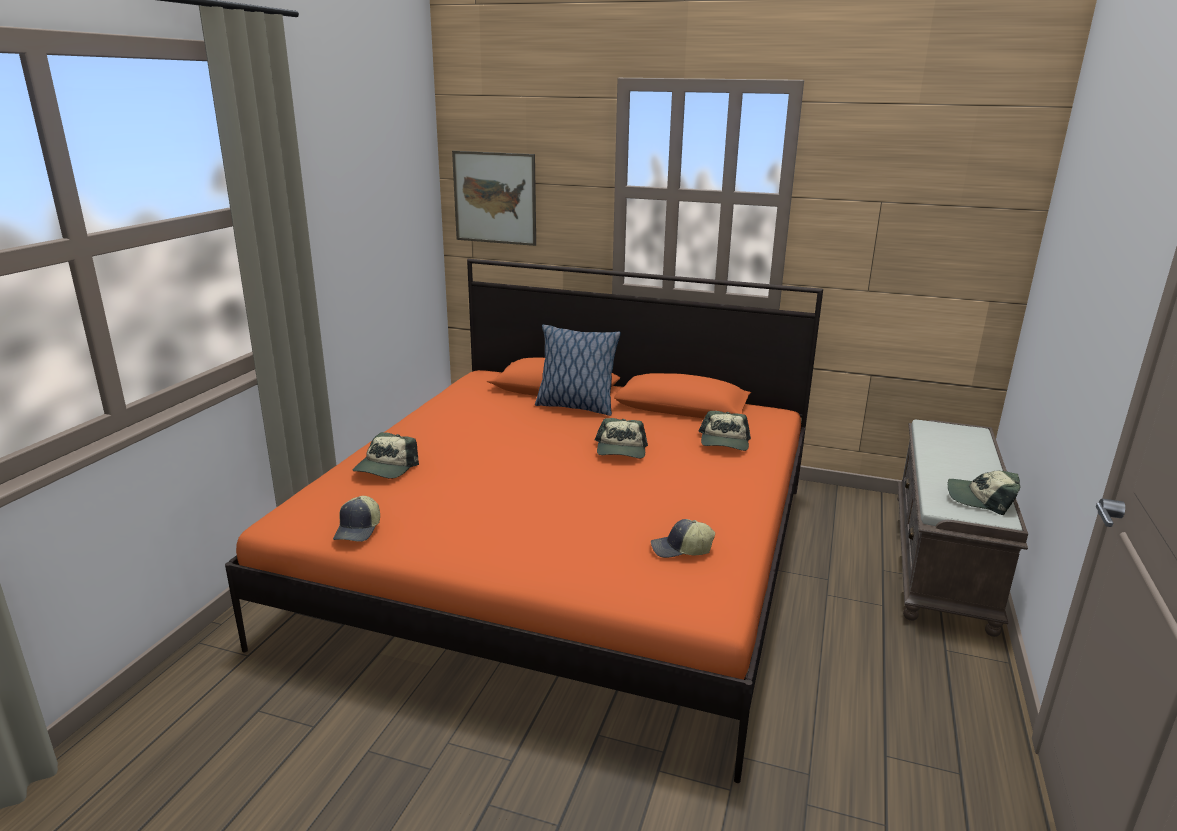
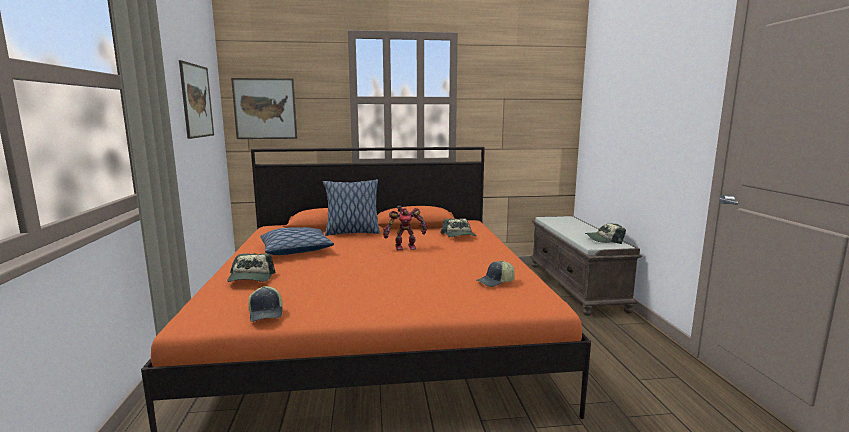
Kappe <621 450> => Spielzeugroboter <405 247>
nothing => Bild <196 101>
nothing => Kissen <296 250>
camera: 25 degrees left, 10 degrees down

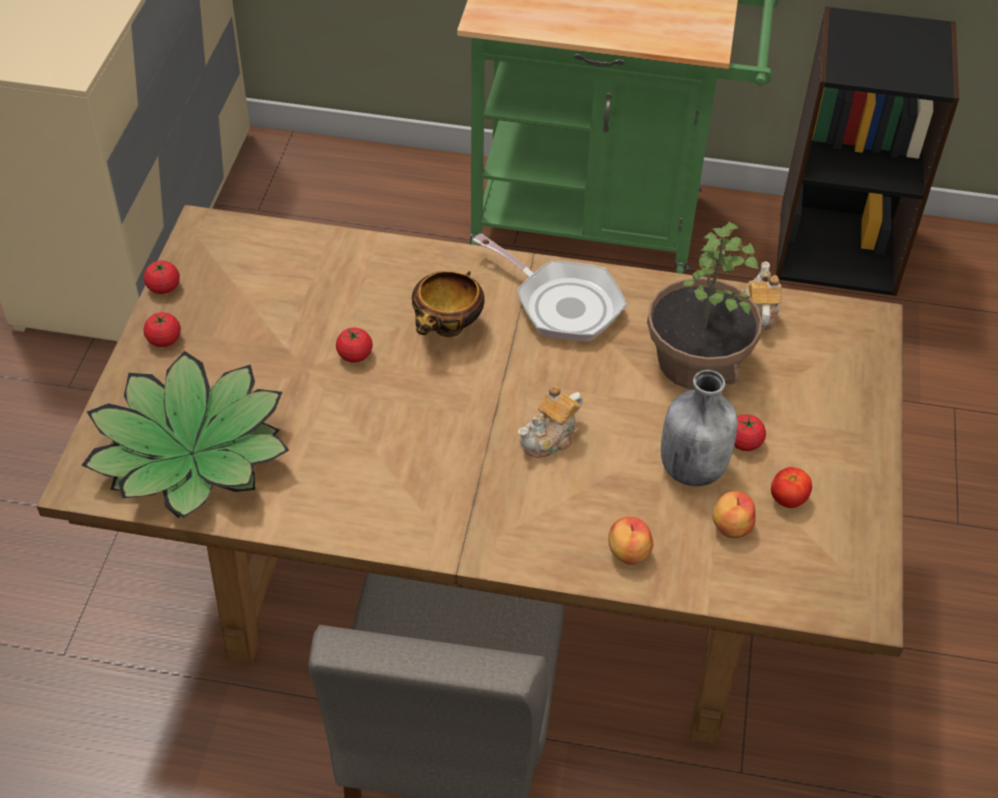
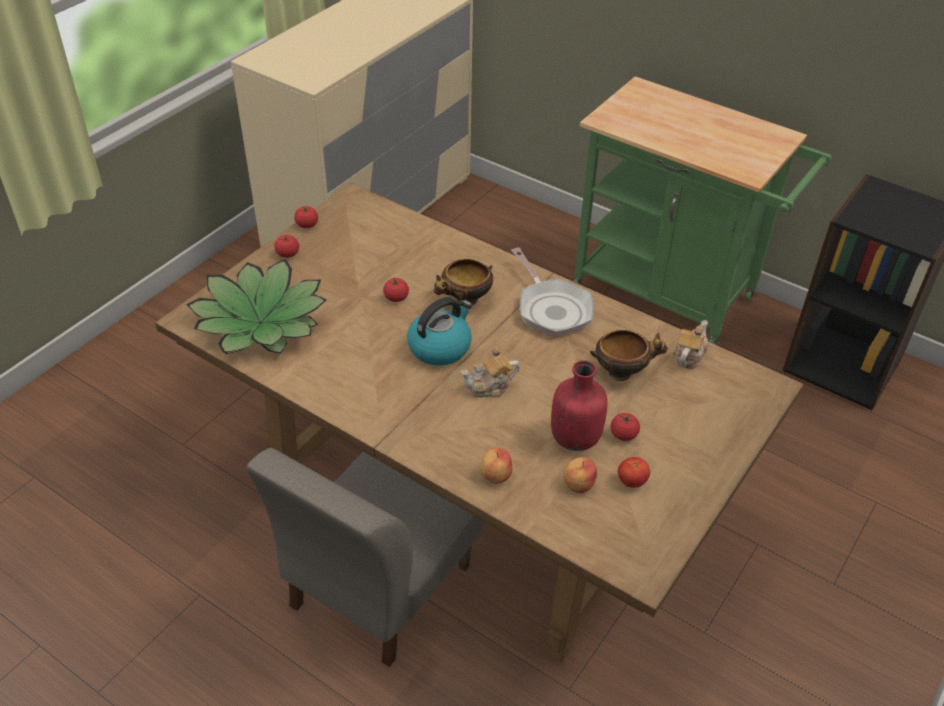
Topfpflanze <696 361> => Schüssel <622 372>
Flasche (grau) <692 467> => Flasche (rot) <575 438>
nothing => Wasserkessel <440 347>
camera: 25 degrees right, 5 degrees down

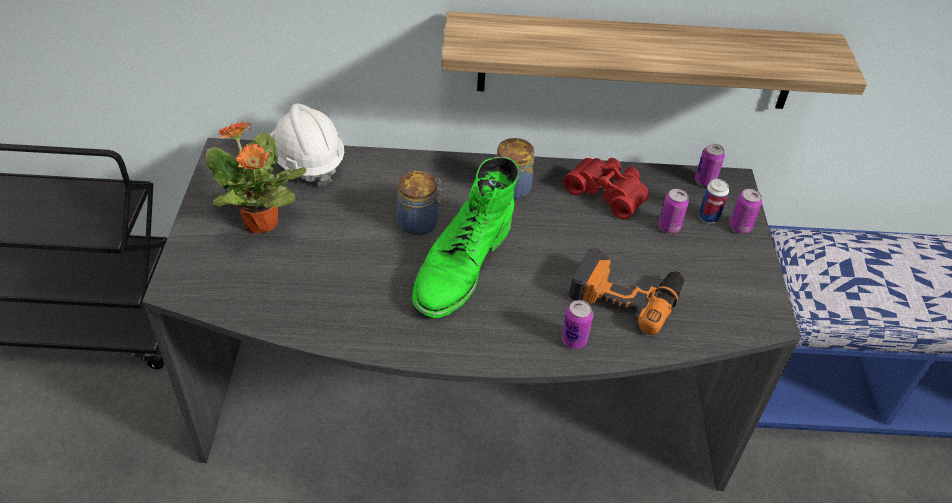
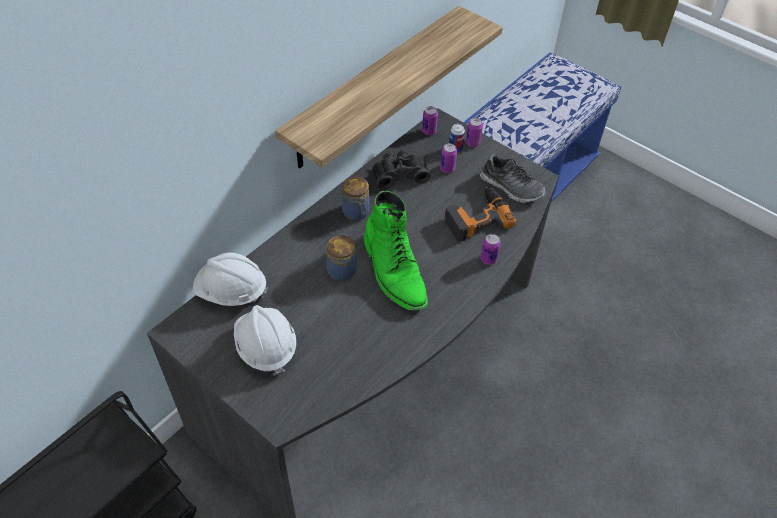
Topfpflanze <261 223> => Schutzhelm (weiß) <266 347>
Fernglas (rot) <608 192> => Fernglas (schwarz) <399 174>
nothing => Schuh <511 187>
camera: 50 degrees left, 5 degrees up

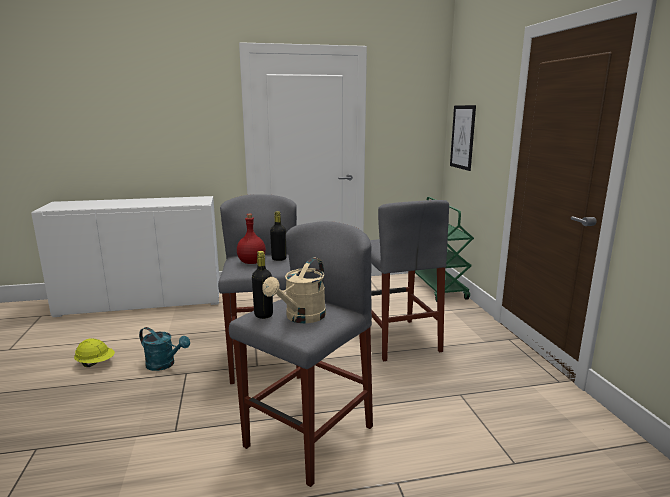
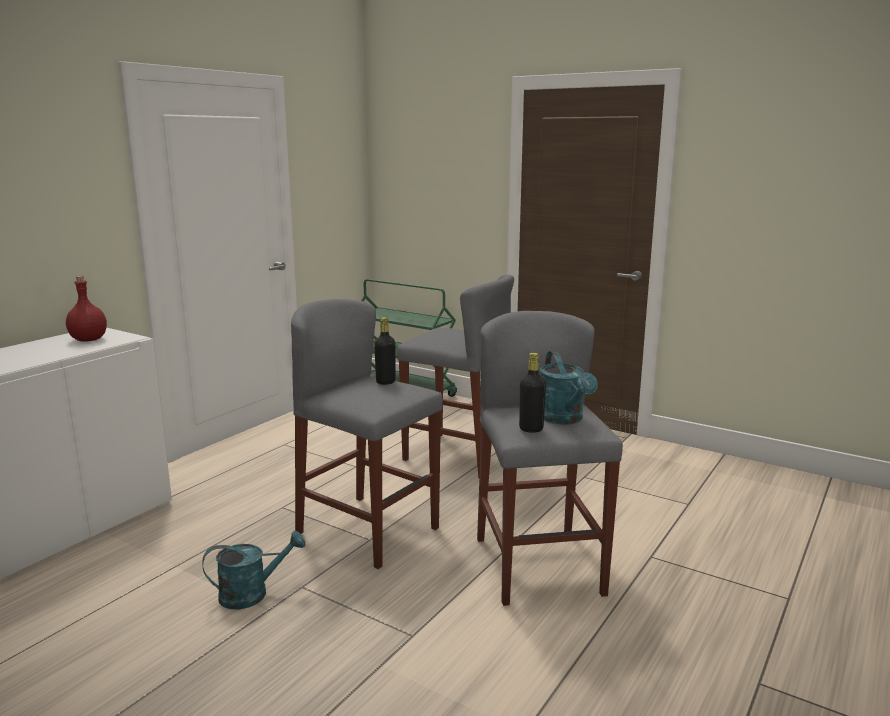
Schutzhelm (gelb) <96 363> => nothing
Flasche (rot) <252 262> => Flasche (rot) <89 339>, move
Gießkanne (beige) <301 318> => Gießkanne (türkis) <564 419>
Bild <462 137> => nothing
camera: 45 degrees left, 0 degrees up

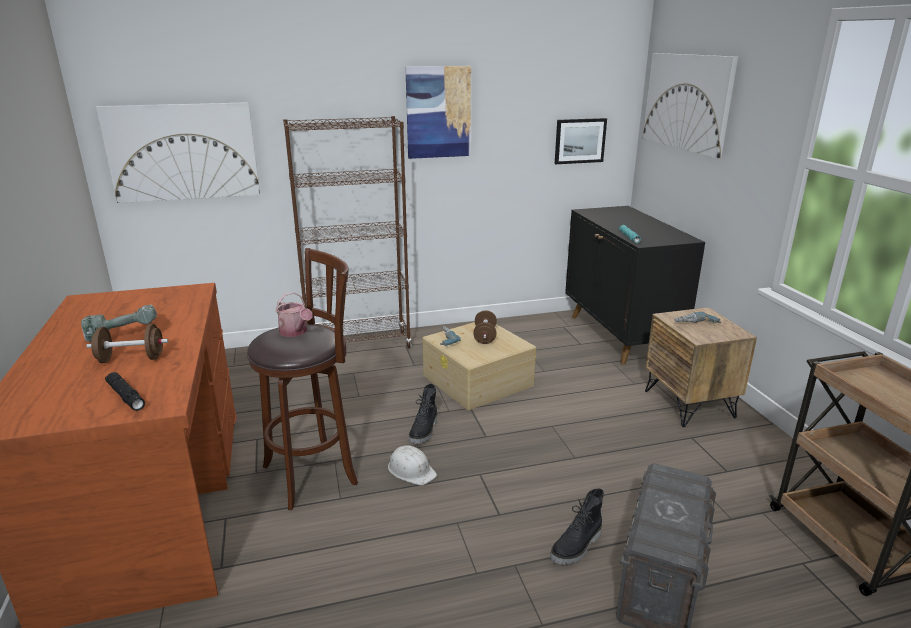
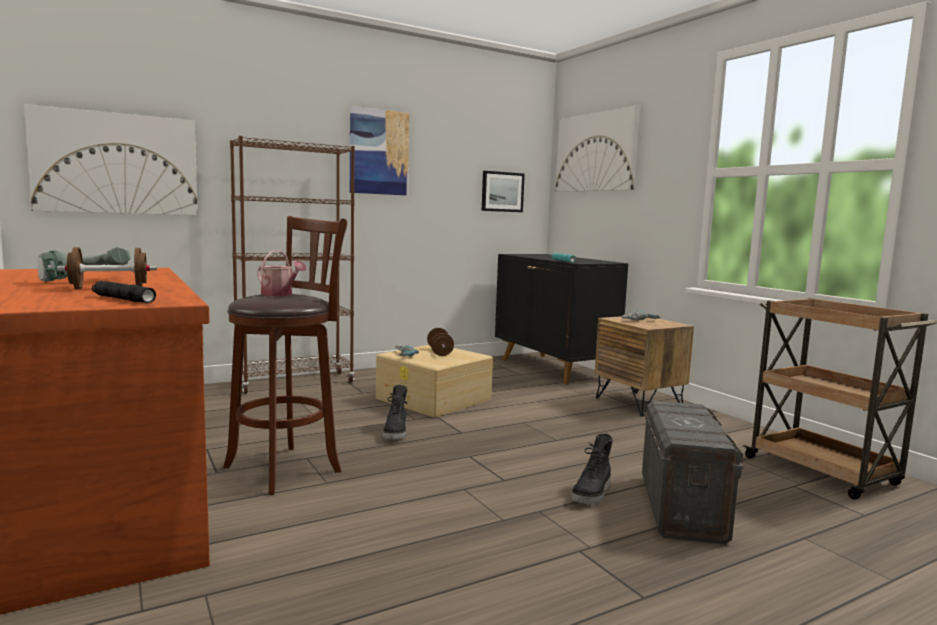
Schutzhelm (weiß) <411 470> => nothing
camera: 15 degrees left, 15 degrees down

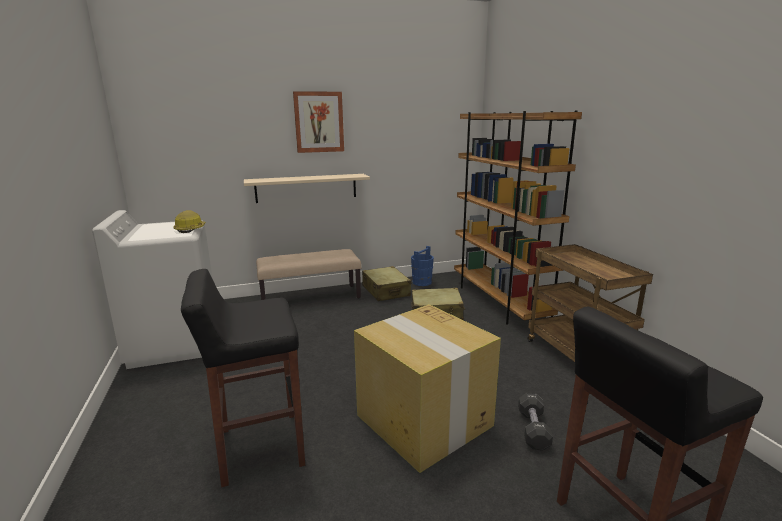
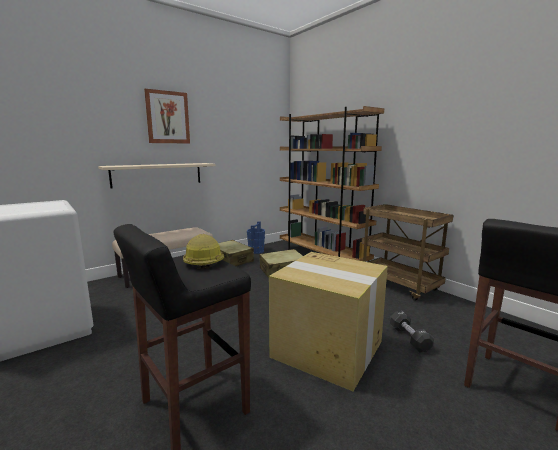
Schutzhelm <190 229> => Schutzhelm <203 261>, move
camera: 20 degrees left, 5 degrees down

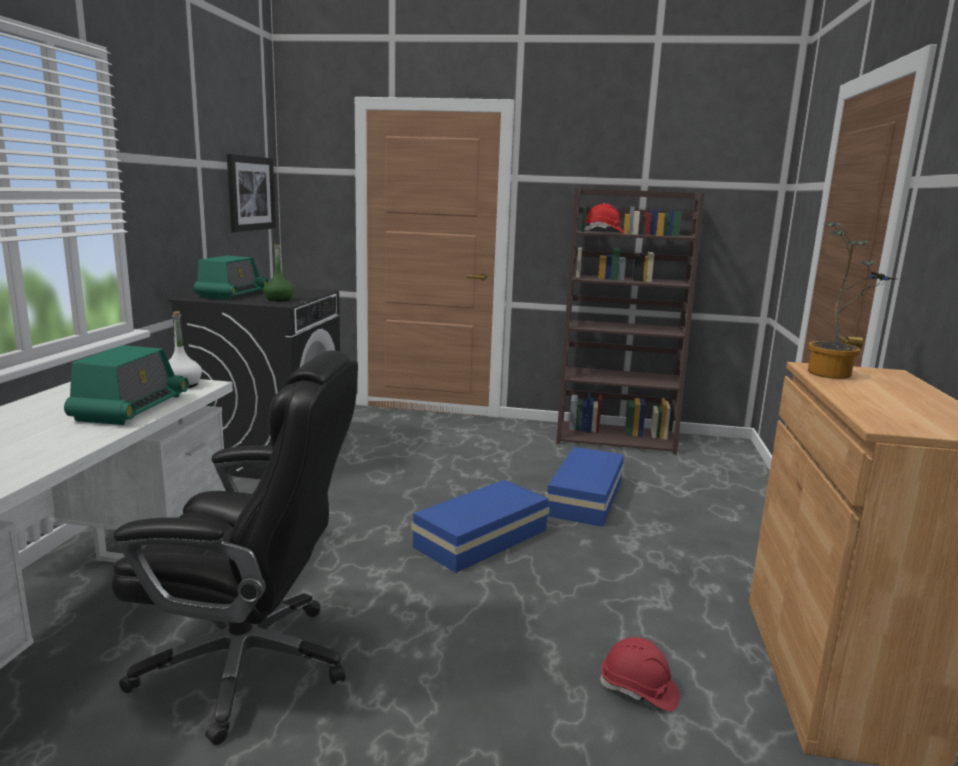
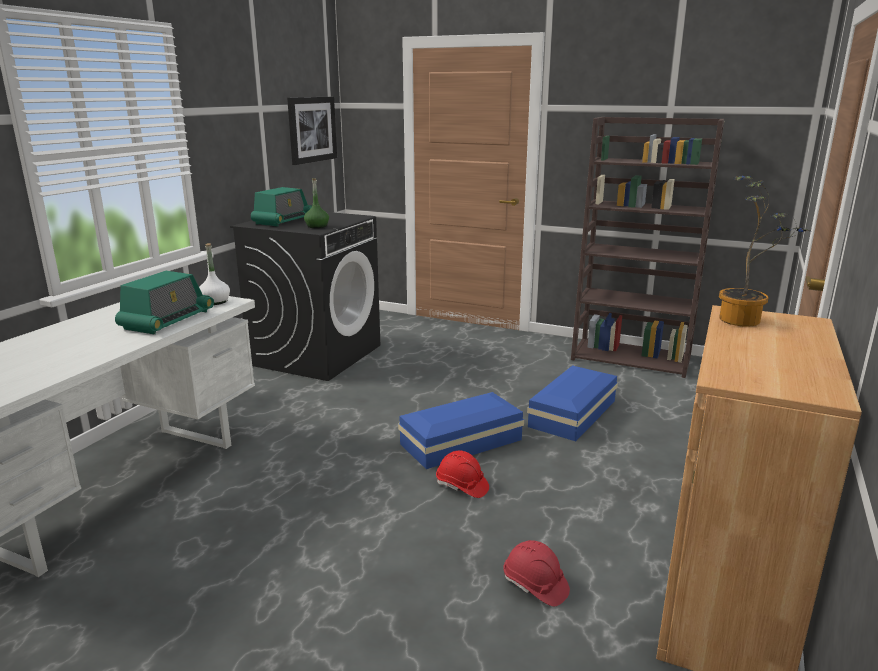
Bürostuhl (schwarz) <249 664> => nothing
Schutzhelm (rot) <604 232> => Schutzhelm (rot) <462 486>, move
camera: 15 degrees right, 5 degrees up

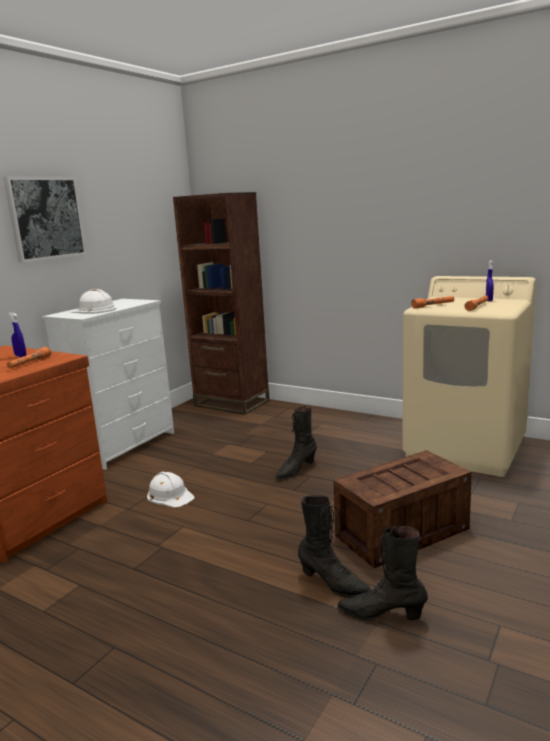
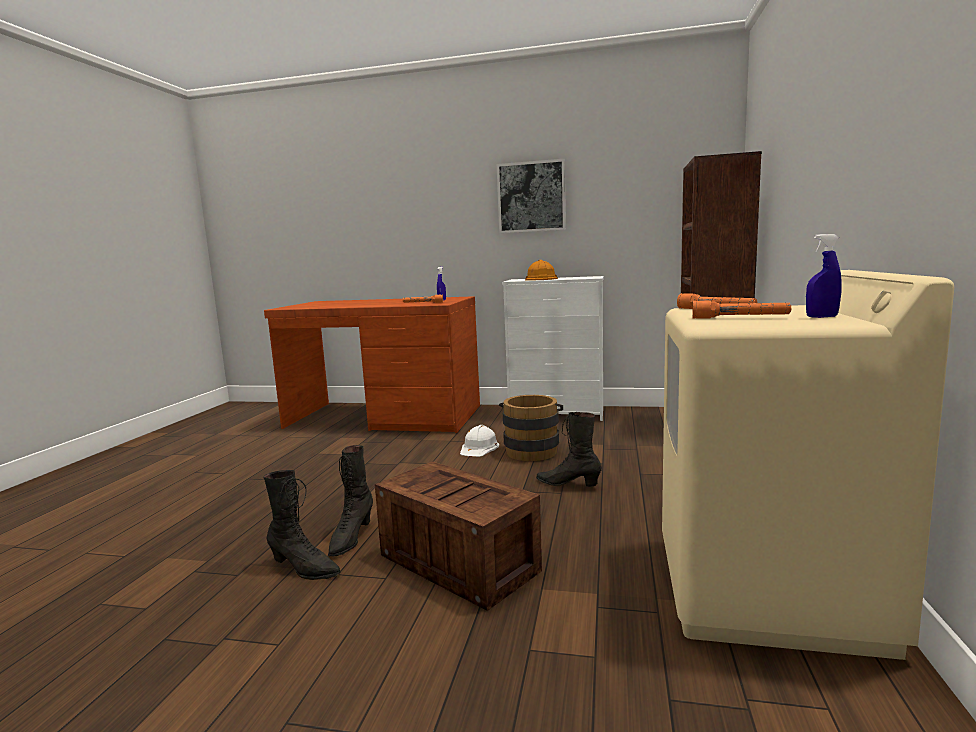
Schutzhelm (weiß) <94 310> => Schutzhelm (orange) <540 279>
Stiefel (schwarz) <381 614> => Stiefel (schwarz) <304 569>, 120 degrees clockwise
nothing => Eimer (braun) <532 450>
camera: 70 degrees right, 5 degrees down

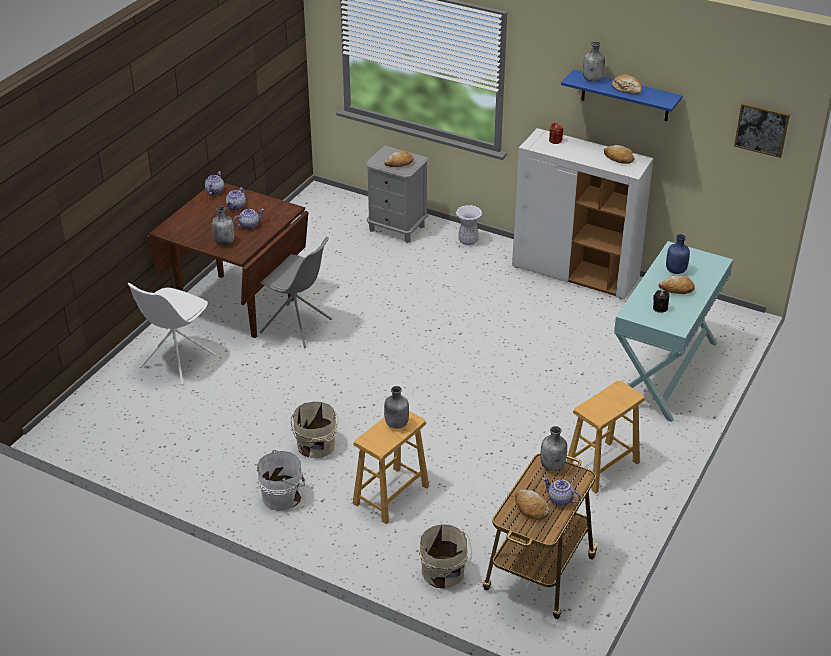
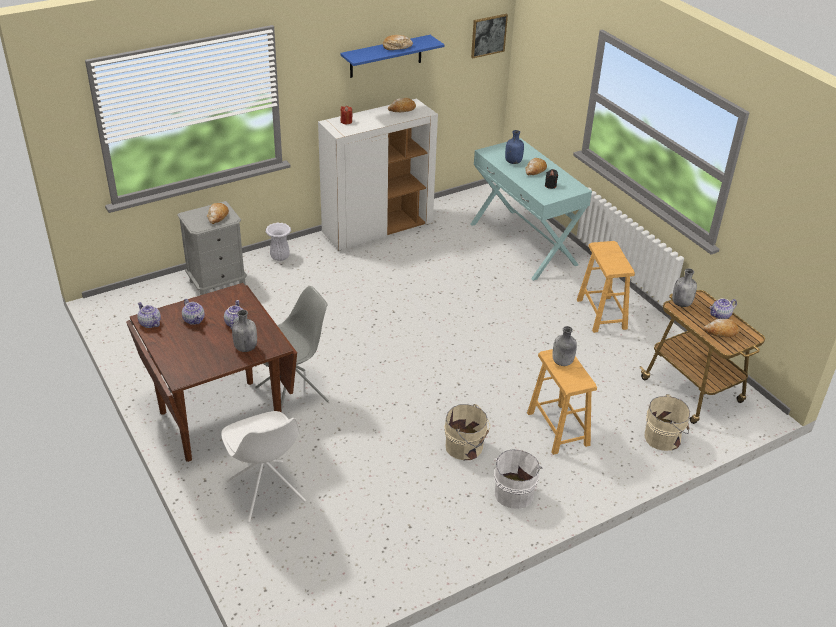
Flasche (grau) <593 80> => nothing
camera: 60 degrees left, 0 degrees up

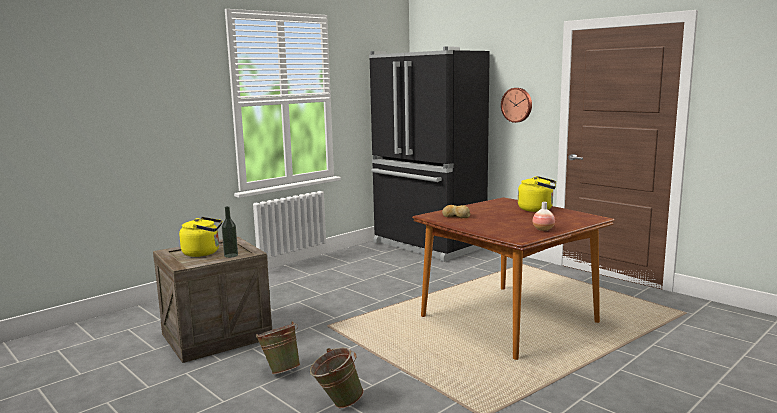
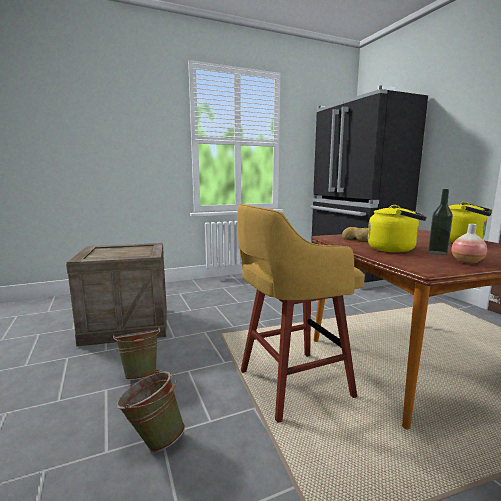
Wasserkessel (gelb) <203 253> => Wasserkessel (gelb) <394 249>, move
Flasche <231 255> => Flasche <437 252>, move
Wanduhr <517 105> => nothing
nothing => Hocker (gelb) <291 384>
camera: 20 degrees right, 0 degrees up

